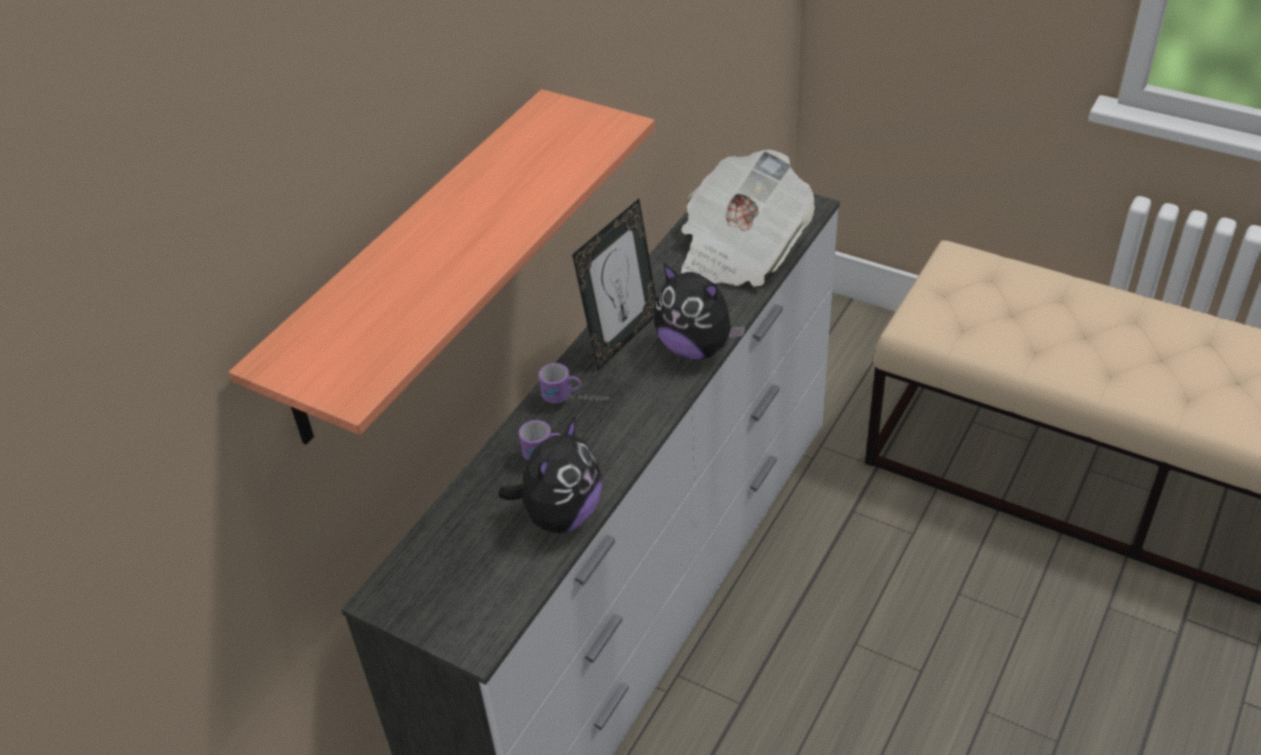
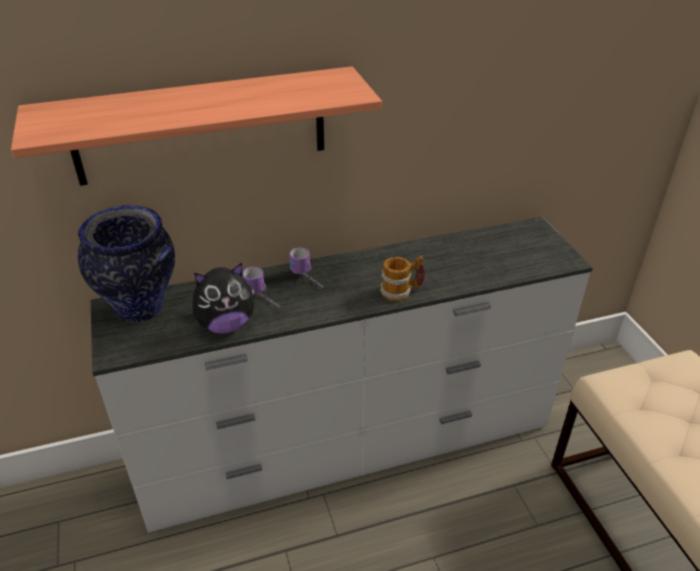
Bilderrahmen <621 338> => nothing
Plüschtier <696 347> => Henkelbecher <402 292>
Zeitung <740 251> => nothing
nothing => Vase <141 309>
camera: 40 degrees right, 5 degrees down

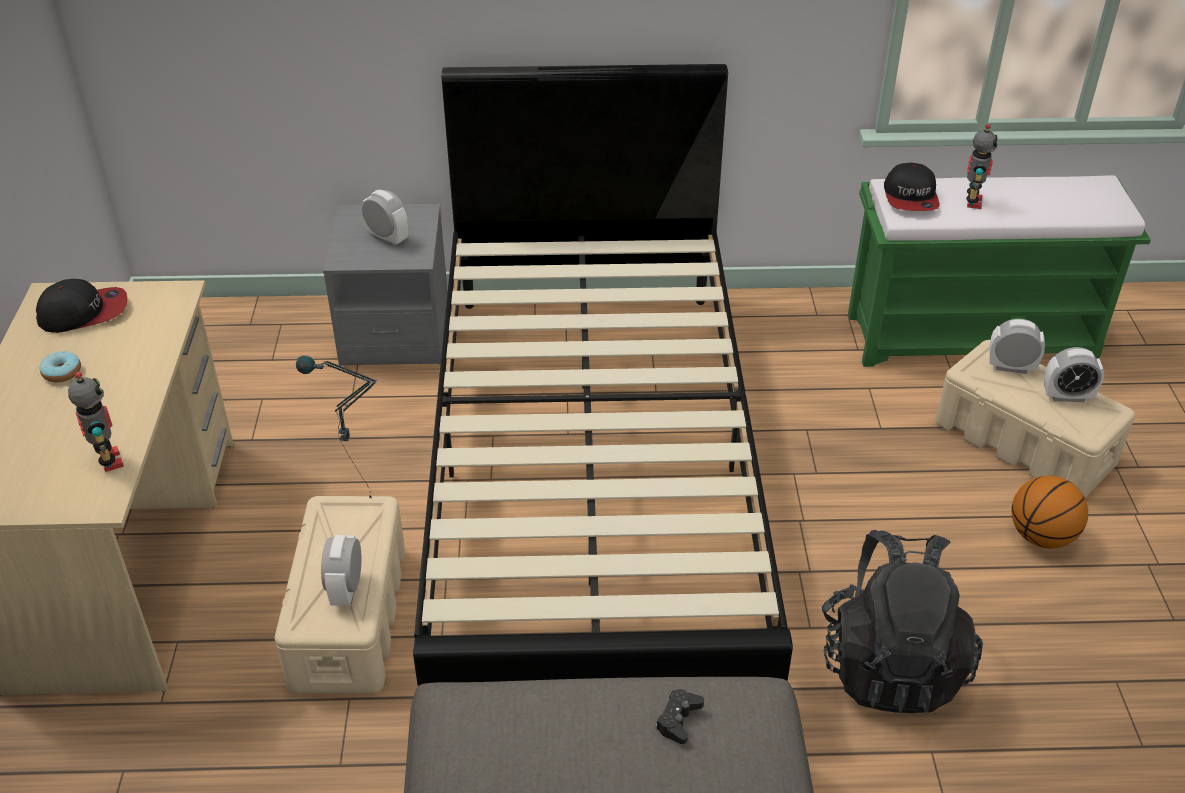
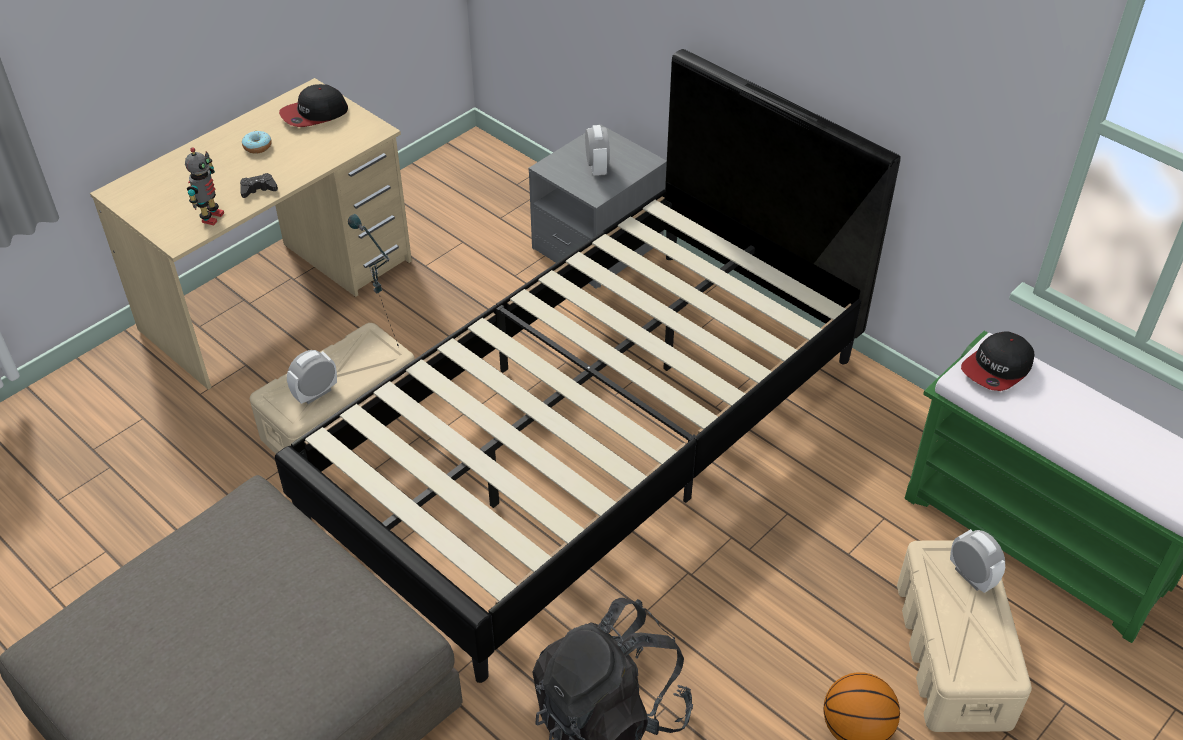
Kappe <84 312> => Kappe <314 114>, 120 degrees clockwise
Gamepad (schwarz) <678 719> => Gamepad (schwarz) <258 189>, move
Spielzeugroboter <972 202> => nothing
Wecker <1067 396> => nothing
camera: 45 degrees right, 5 degrees up

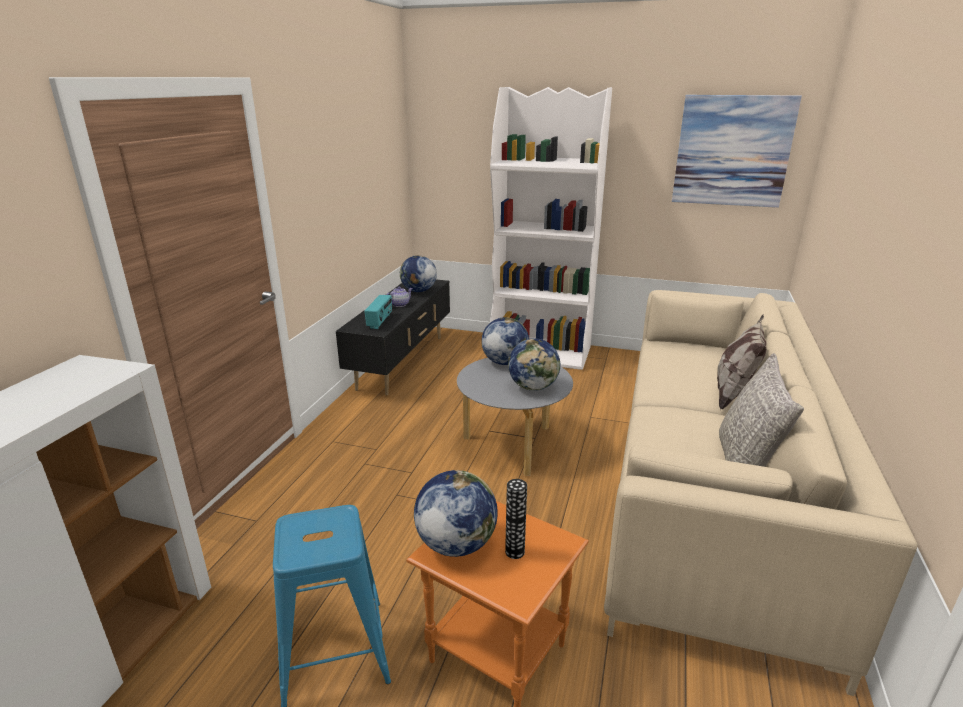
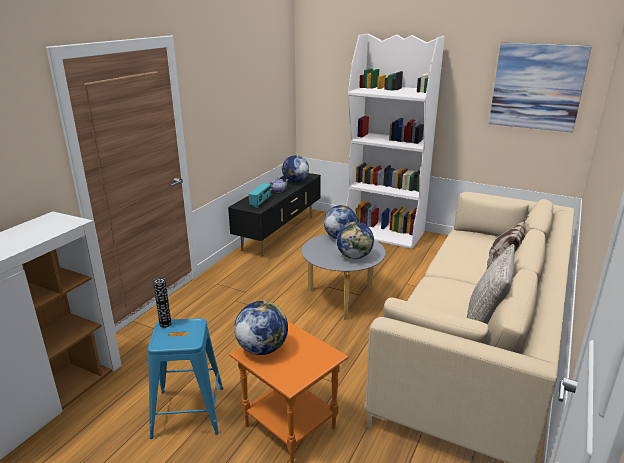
Vase <514 552> => Vase <165 324>, move
camera: 10 degrees right, 0 degrees up

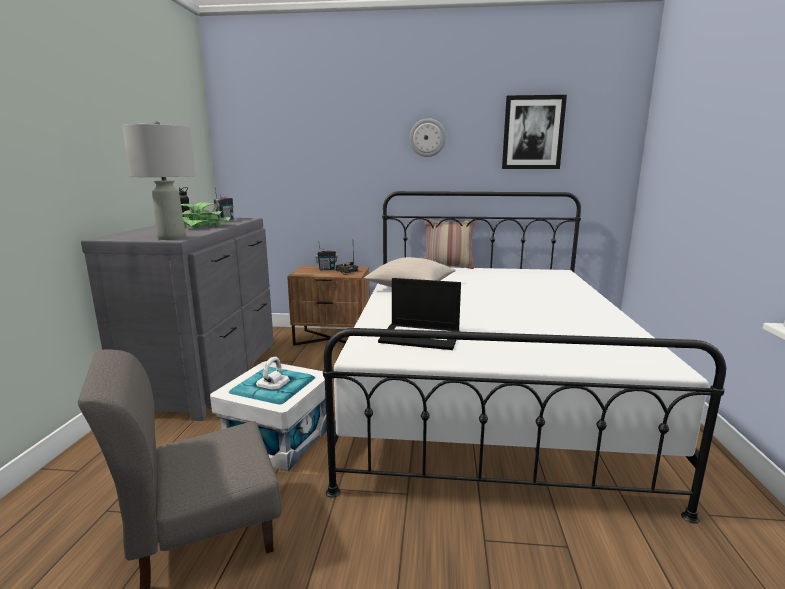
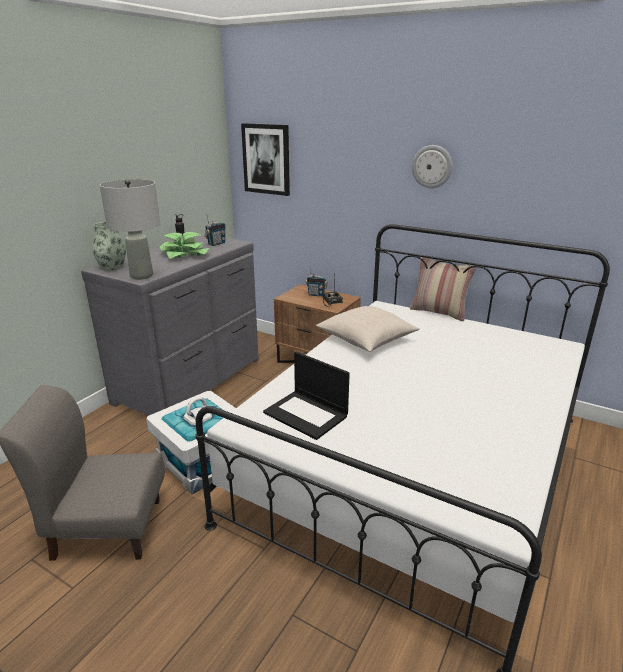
Bild <533 133> => Bild <266 159>, move
nothing => Vase <112 266>
camera: 25 degrees right, 10 degrees up

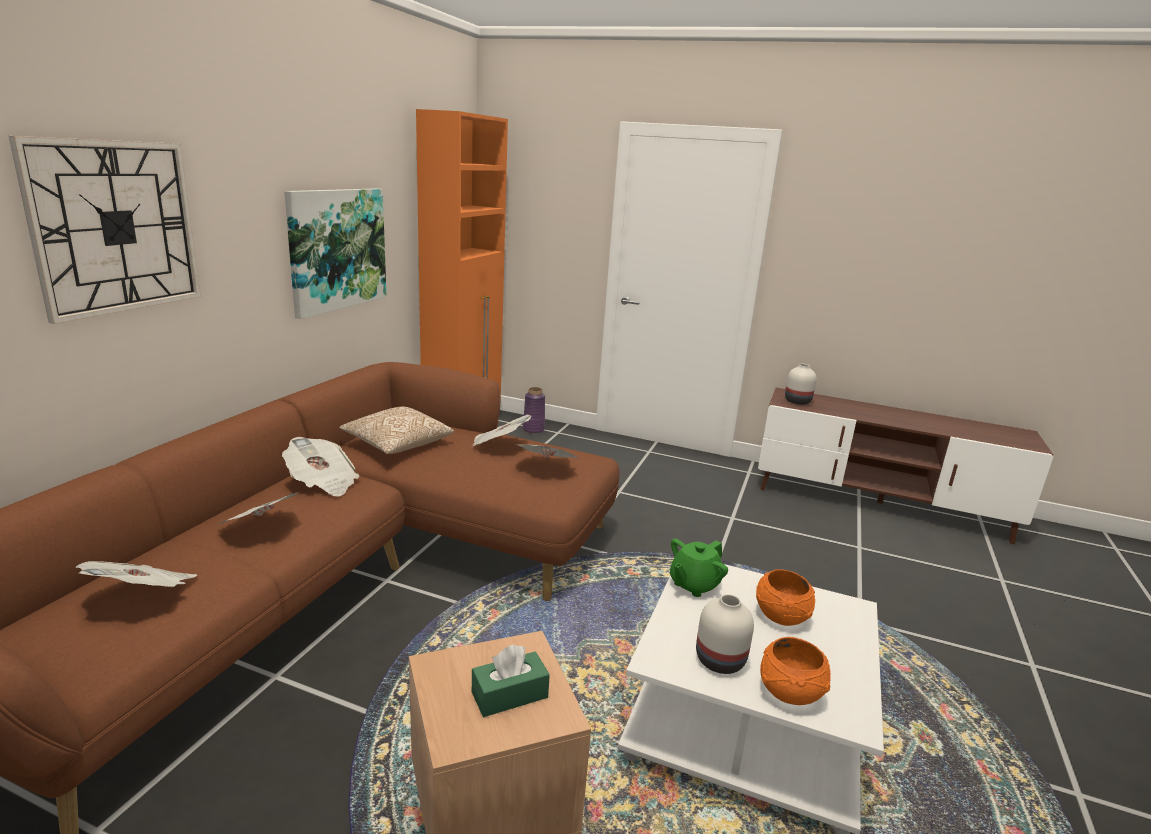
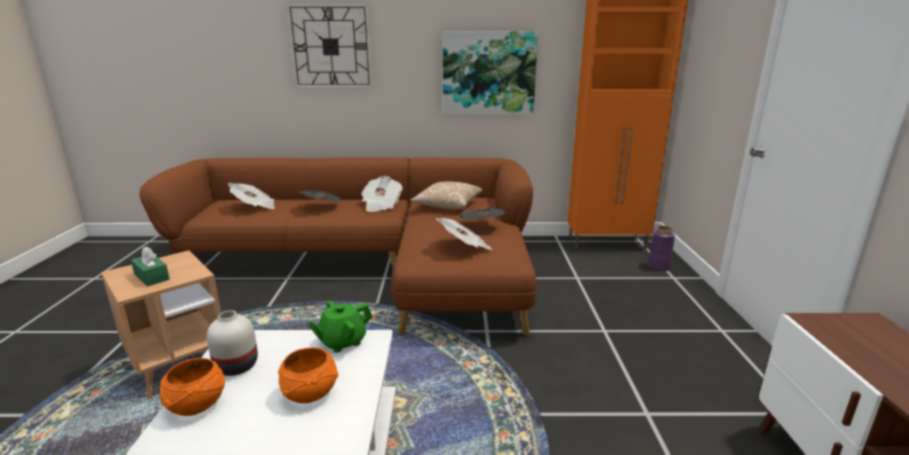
Teekanne (grün) <694 584> => Teekanne (grün) <342 342>, 60 degrees counterclockwise
Vase (weiß) <798 401> => nothing
camera: 70 degrees right, 0 degrees up

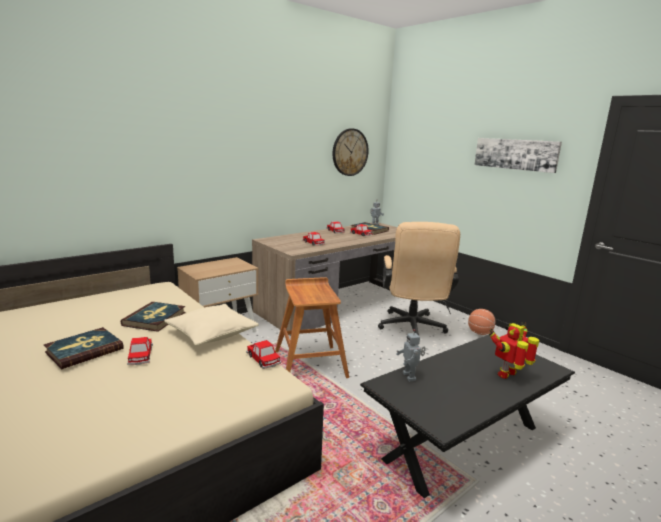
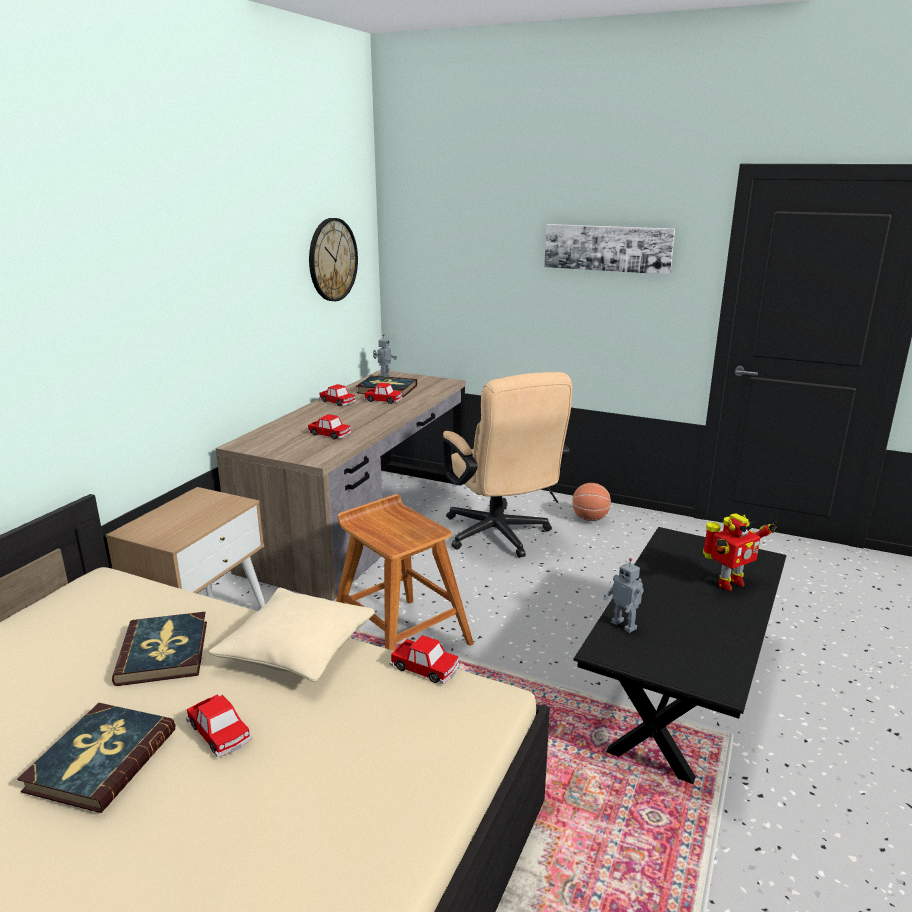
Spielzeugroboter <508 375> => Spielzeugroboter <728 583>, 150 degrees counterclockwise
camera: 25 degrees left, 5 degrees up

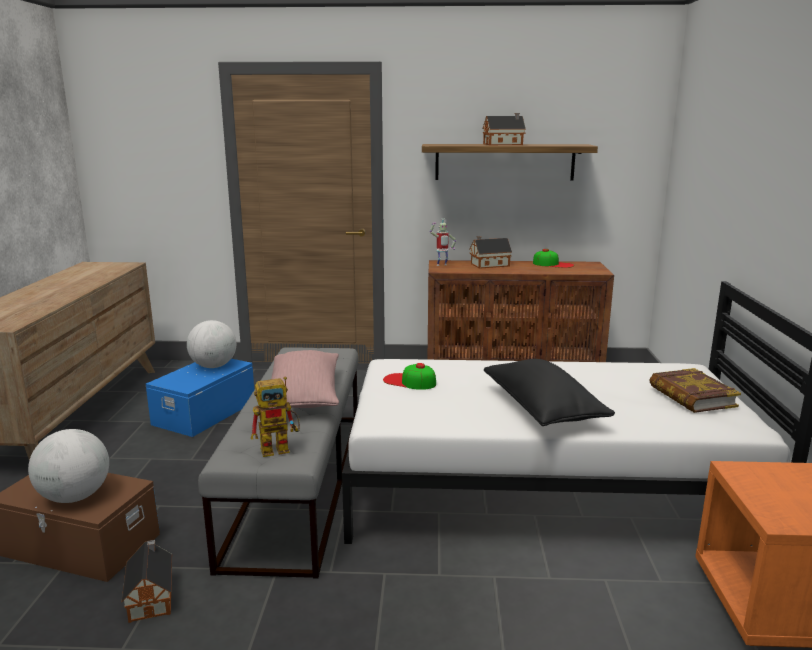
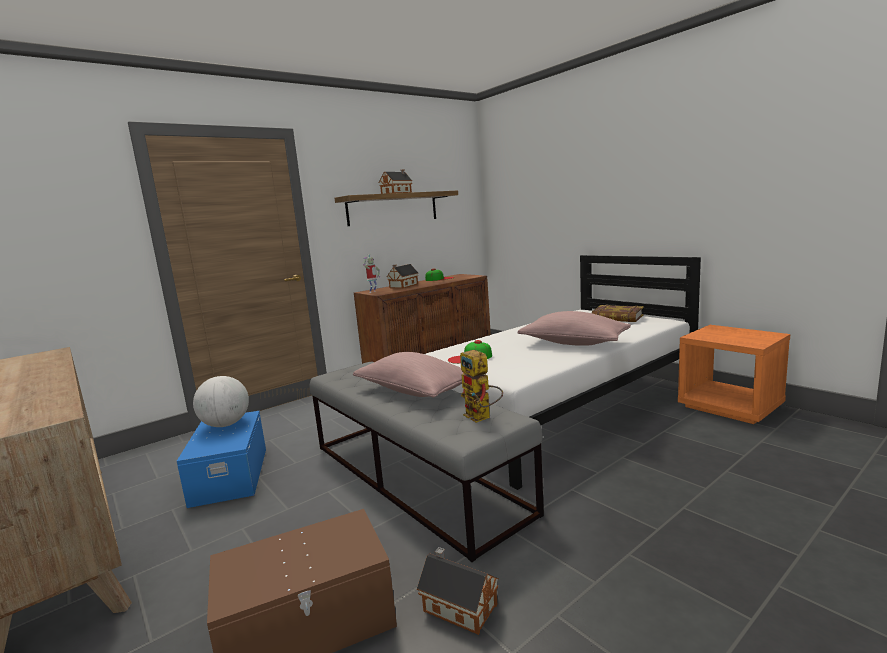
Globus <74 497> => nothing
Spielzeugroboter <281 448> => Spielzeugroboter <482 417>, 120 degrees clockwise
Kissen (schwarz) <542 409> => Kissen (rosa) <573 343>
camera: 40 degrees left, 5 degrees down

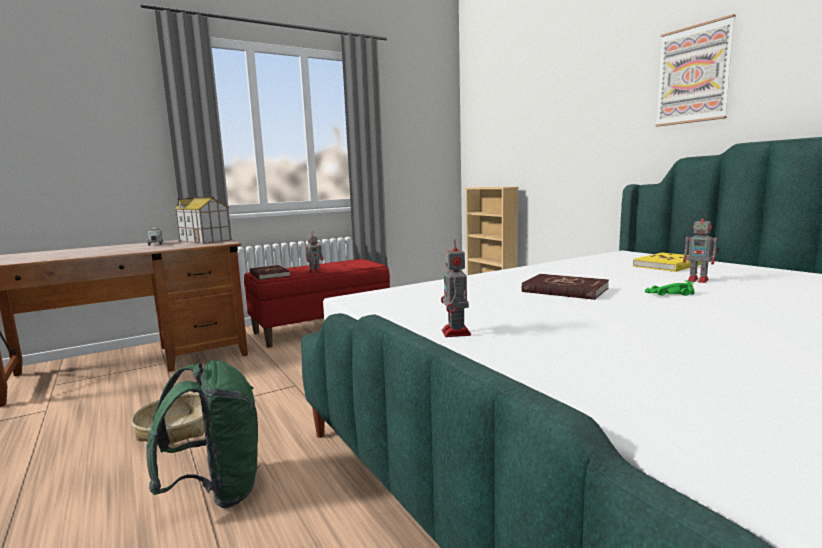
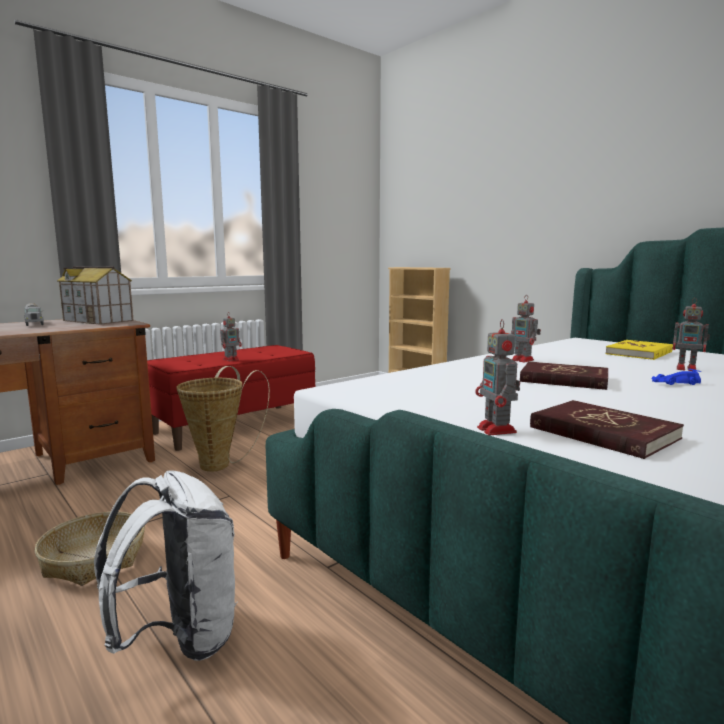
Rucksack (grün) <217 491> => Rucksack (weiß) <179 638>
Buch (rot) <269 275> => Buch (rot) <602 433>, move
Spielzeugauto (grün) <667 294> => Spielzeugauto (blau) <674 383>
Bild <693 75> => nothing
nothing => Korb <221 464>
nothing => Spielzeugroboter <523 360>
camera: 10 degrees left, 0 degrees up

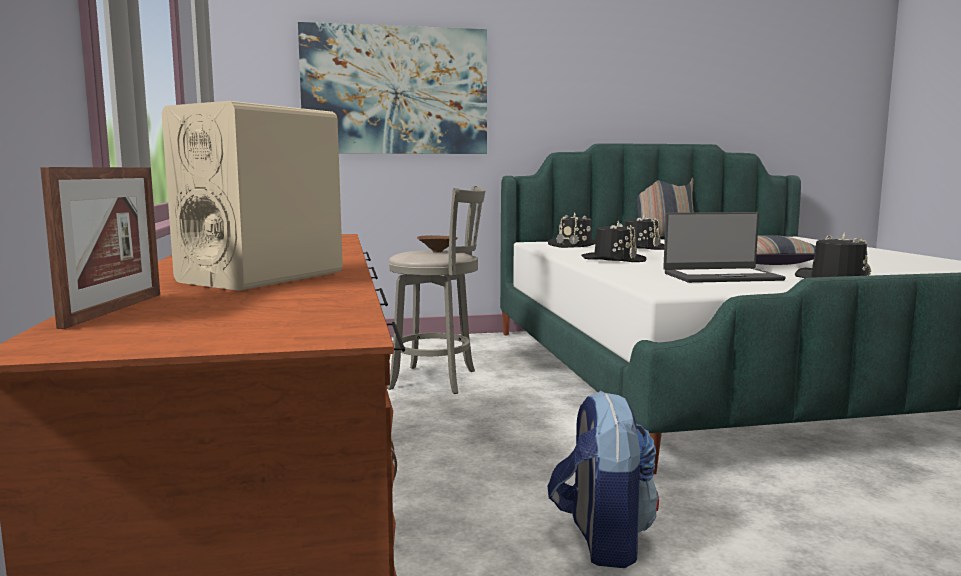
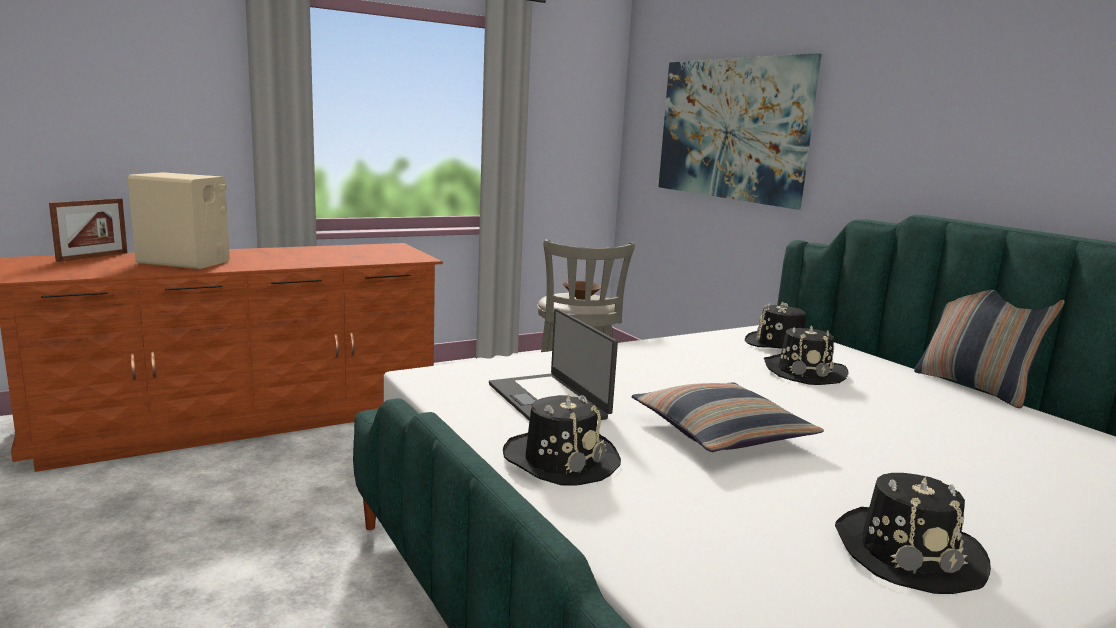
Bilderrahmen <114 309> => Bilderrahmen <93 257>, 45 degrees counterclockwise
Rucksack <601 540> => nothing
Hut (schwarz) <613 260> => Hut (schwarz) <907 552>, move
camera: 70 degrees right, 5 degrees up

